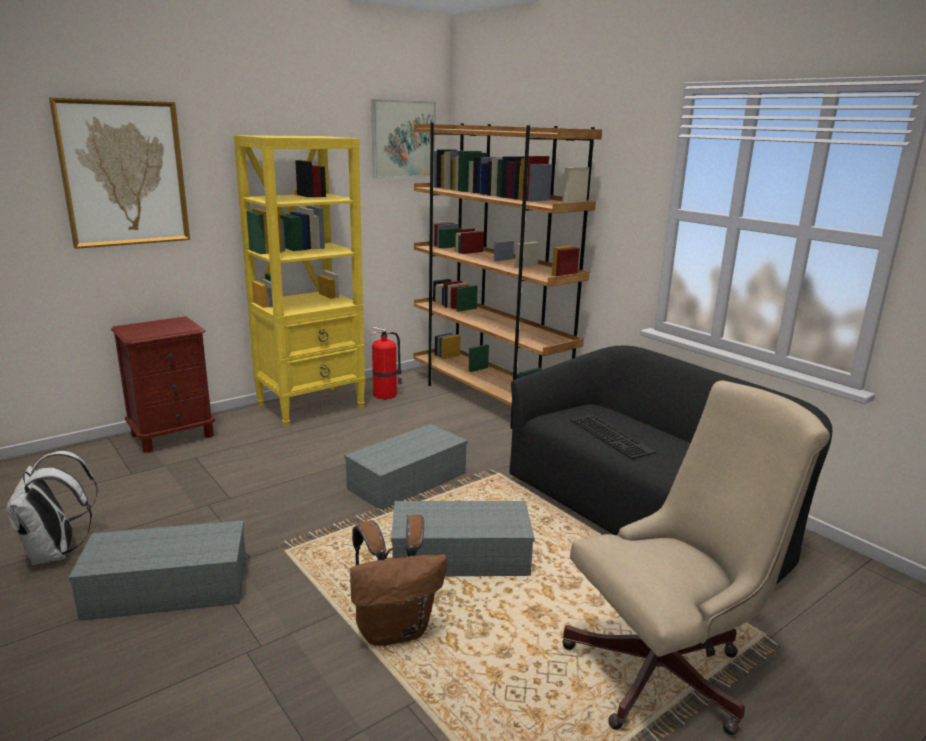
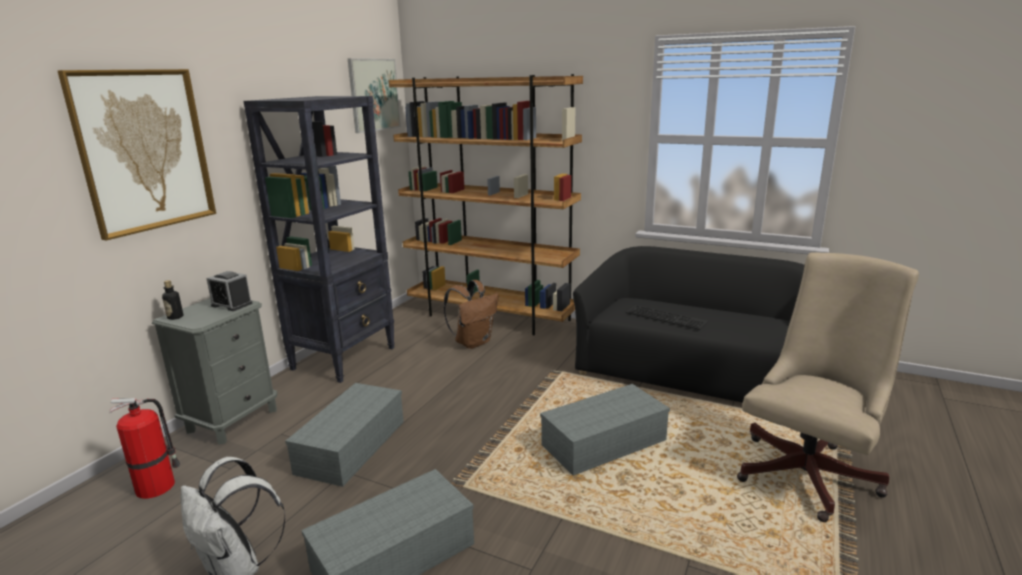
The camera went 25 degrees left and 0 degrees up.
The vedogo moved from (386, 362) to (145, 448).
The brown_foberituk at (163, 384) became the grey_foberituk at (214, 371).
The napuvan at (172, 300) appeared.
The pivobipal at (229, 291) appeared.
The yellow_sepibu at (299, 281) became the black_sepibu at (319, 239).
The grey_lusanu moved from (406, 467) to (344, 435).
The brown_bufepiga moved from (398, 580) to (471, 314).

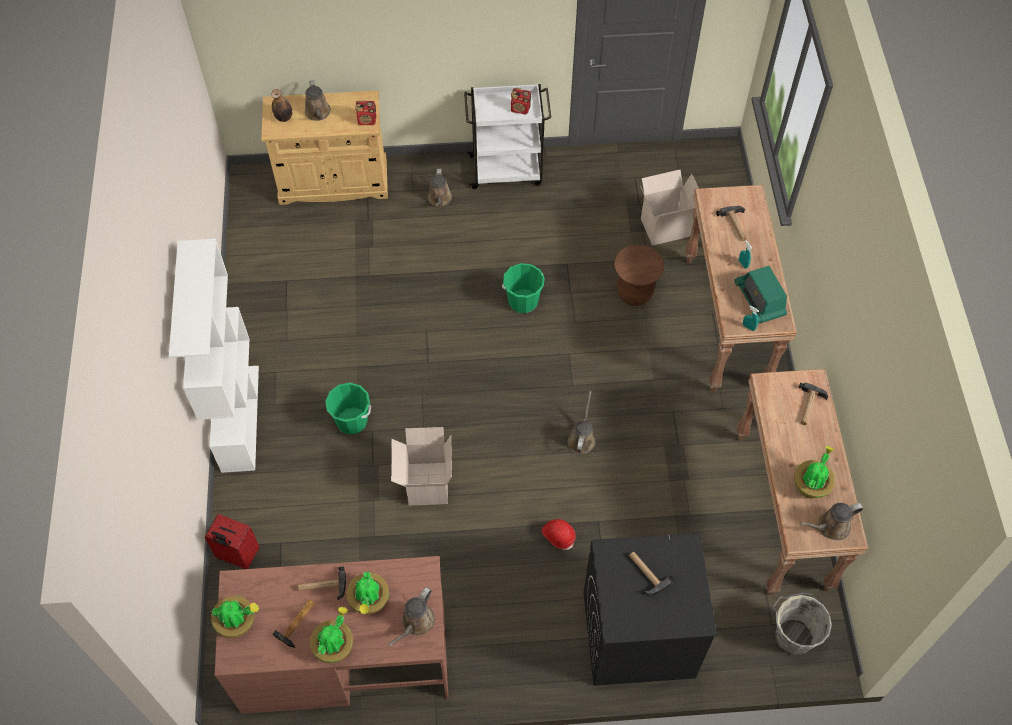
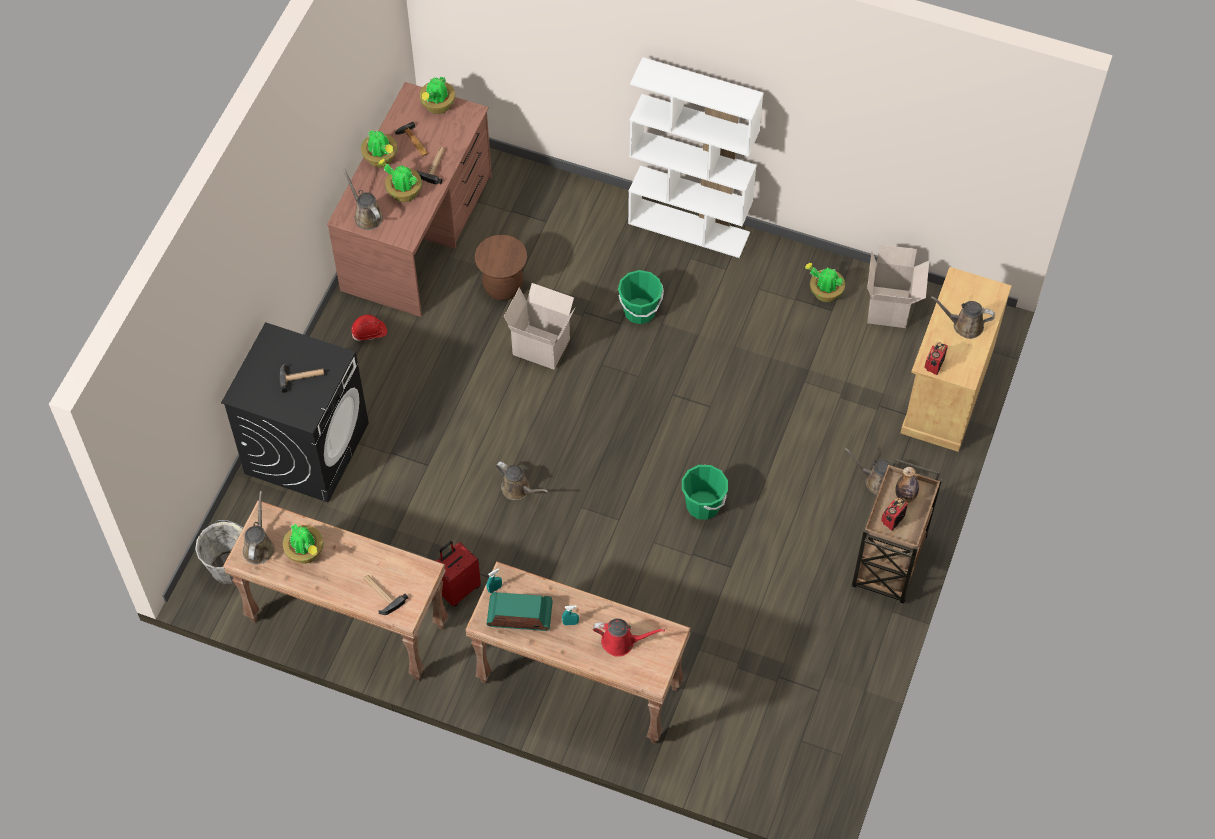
The camera went 115 degrees right and 0 degrees up.
The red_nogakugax moved from (559, 534) to (369, 328).
The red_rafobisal moved from (232, 541) to (458, 573).
The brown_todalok moved from (639, 275) to (501, 267).
The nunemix at (731, 223) was replaced by the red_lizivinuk at (629, 637).
The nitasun at (825, 282) appeared.
The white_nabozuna at (507, 136) became the brown_nabozuna at (897, 531).
The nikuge moved from (669, 207) to (898, 286).
The napuvan moved from (281, 105) to (907, 485).

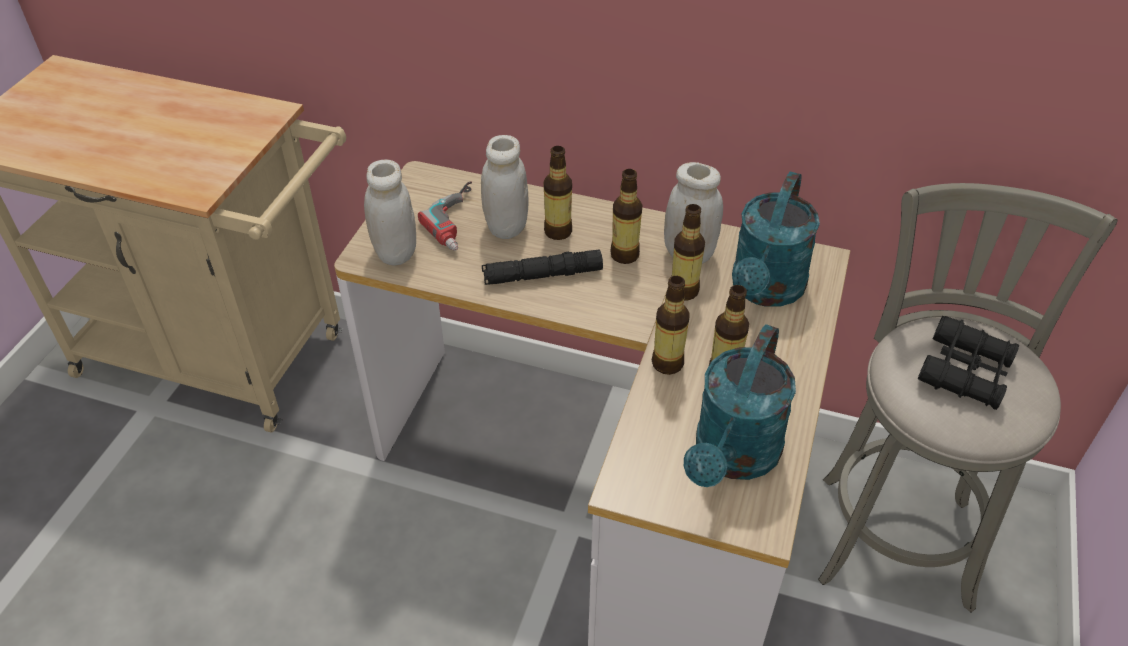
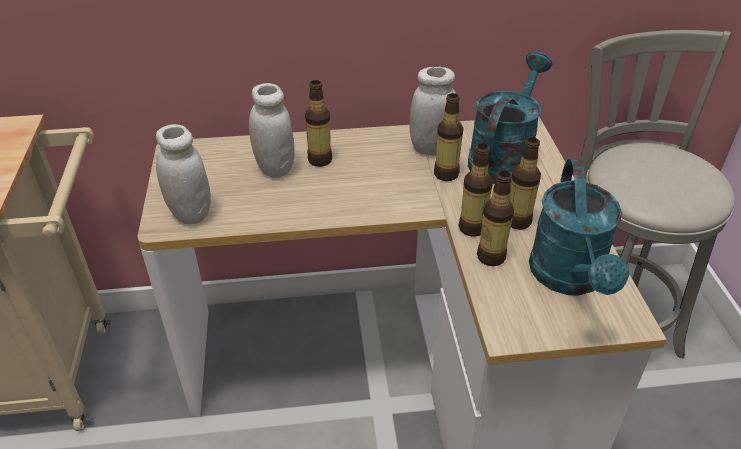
The camera went 25 degrees left and 5 degrees down.
The turquoise_lizivinuk at (776, 239) turned 150 degrees counterclockwise.
The napuvan moved from (626, 216) to (495, 218).
The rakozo at (445, 216) disappeared.
The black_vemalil at (542, 267) disappeared.
The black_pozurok at (968, 363) disappeared.

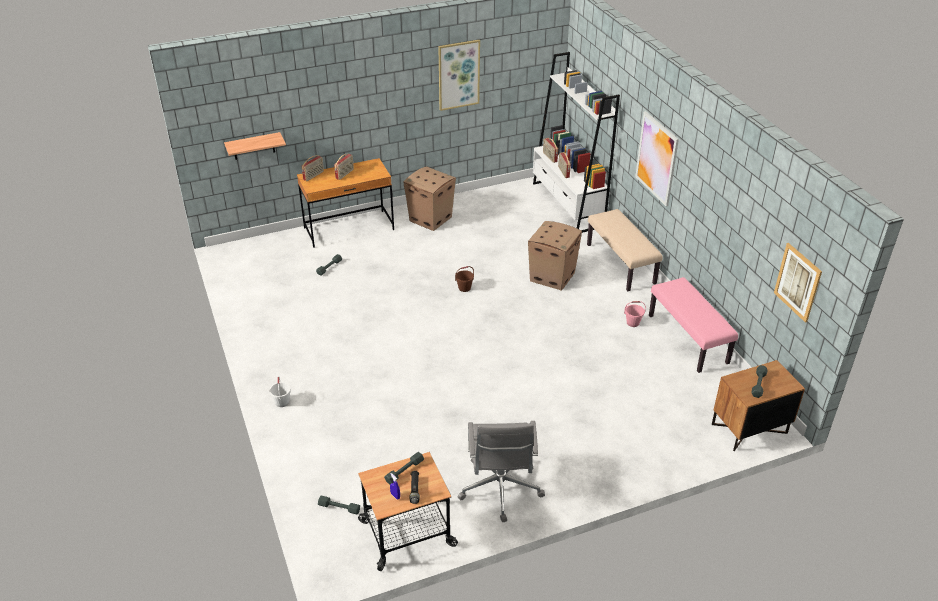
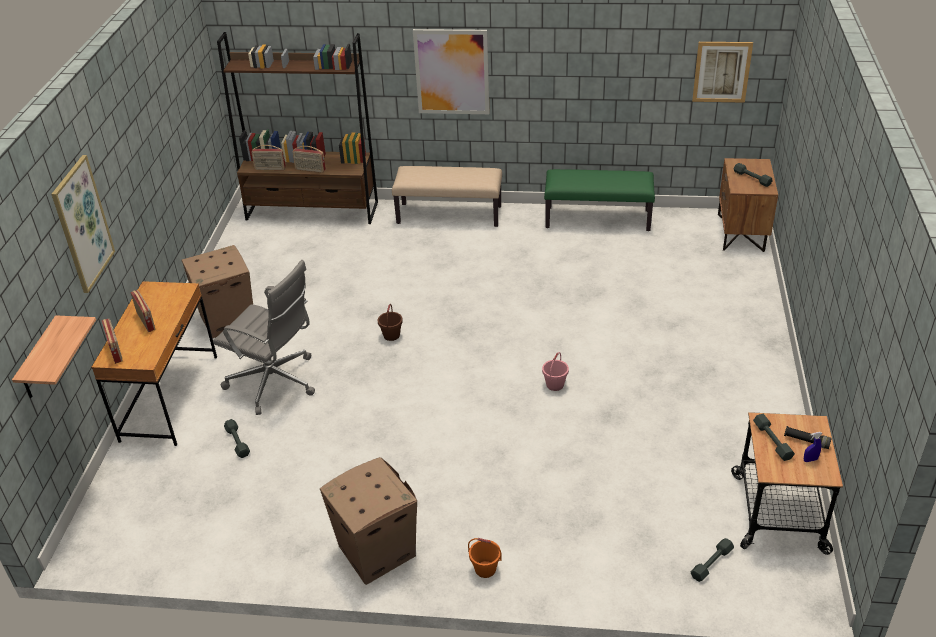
The camera went 60 degrees left and 0 degrees up.
The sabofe moved from (459, 75) to (83, 224).
The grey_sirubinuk moved from (501, 471) to (264, 337).
The white_sepibu at (576, 142) became the brown_sepibu at (297, 128).
The nikuge moved from (555, 256) to (368, 521).
The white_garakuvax at (280, 391) became the orange_garakuvax at (485, 558).
The pink_garakuvax moved from (635, 314) to (555, 371).
The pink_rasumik at (693, 325) became the green_rasumik at (599, 200).

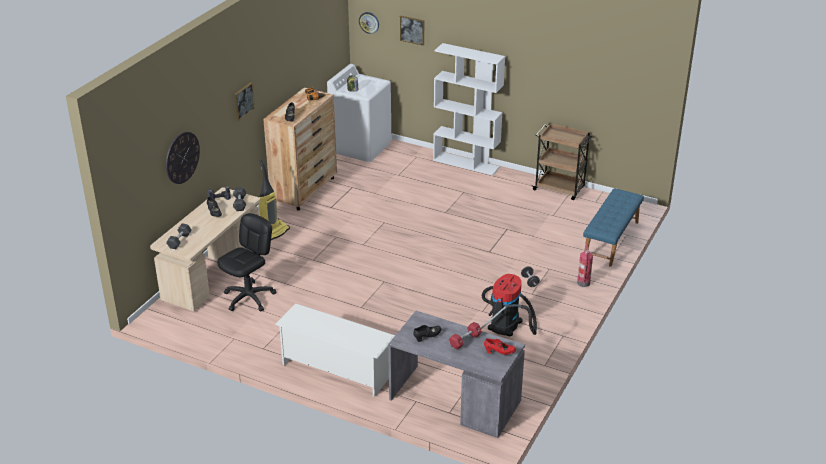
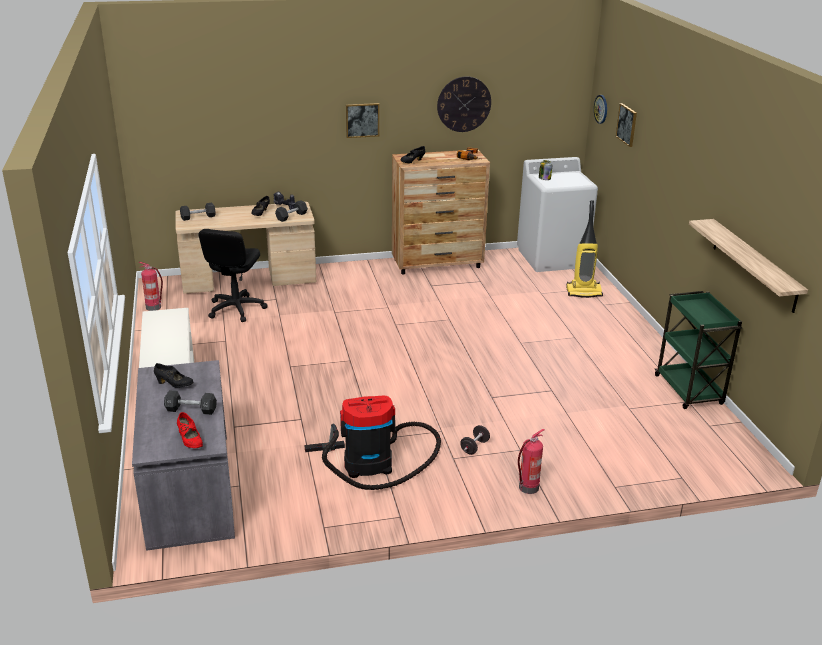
The camera went 50 degrees right and 5 degrees down.
The vedogo at (150, 286) appeared.
The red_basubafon at (465, 335) became the black_basubafon at (190, 402).
The black_sirubinuk at (247, 262) turned 105 degrees clockwise.
The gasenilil moved from (183, 158) to (464, 104).
The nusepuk moved from (274, 199) to (584, 249).
The brown_nabozuna at (562, 161) became the green_nabozuna at (698, 350).
The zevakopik at (748, 266) appeared.
The white_sepibu at (469, 109) disappeared.
The blue_rasumik at (613, 228) disappeared.

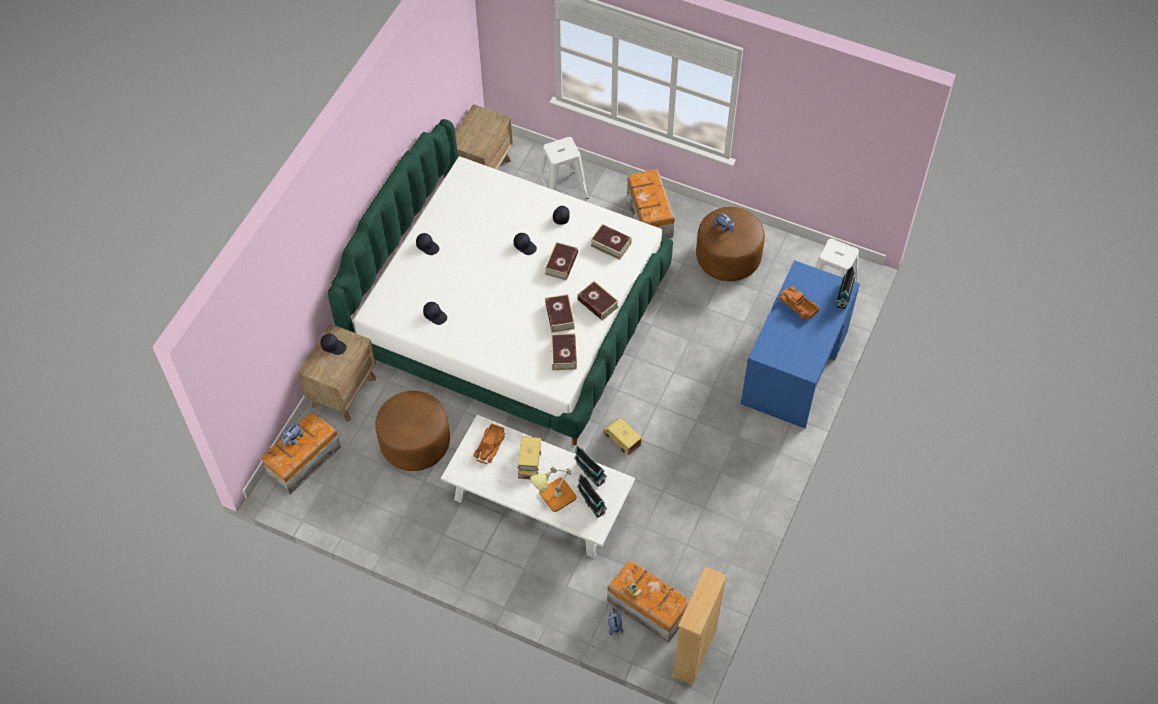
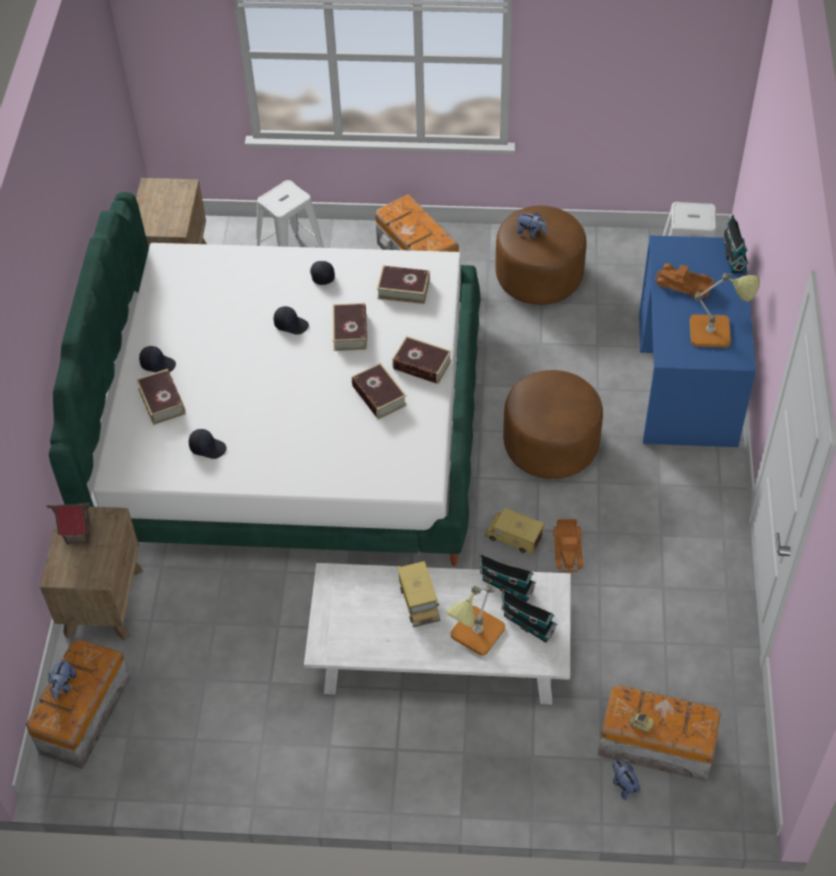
The camera went 20 degrees left and 5 degrees down.
The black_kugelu at (334, 344) was replaced by the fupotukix at (68, 523).
The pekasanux moved from (564, 351) to (161, 397).
The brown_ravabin moved from (412, 431) to (553, 424).
The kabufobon moved from (489, 443) to (568, 546).
The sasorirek at (725, 310) appeared.
The beige_sepibu at (699, 626) disappeared.

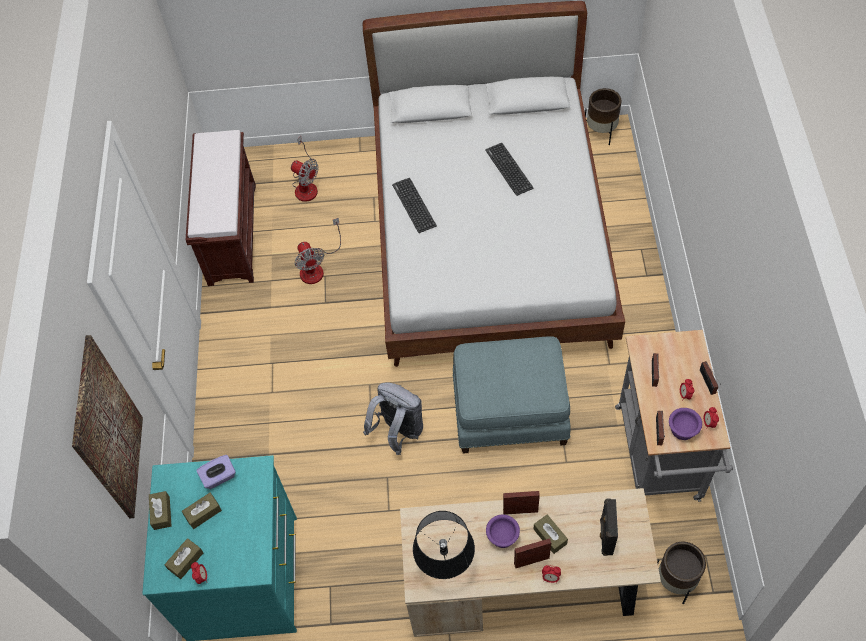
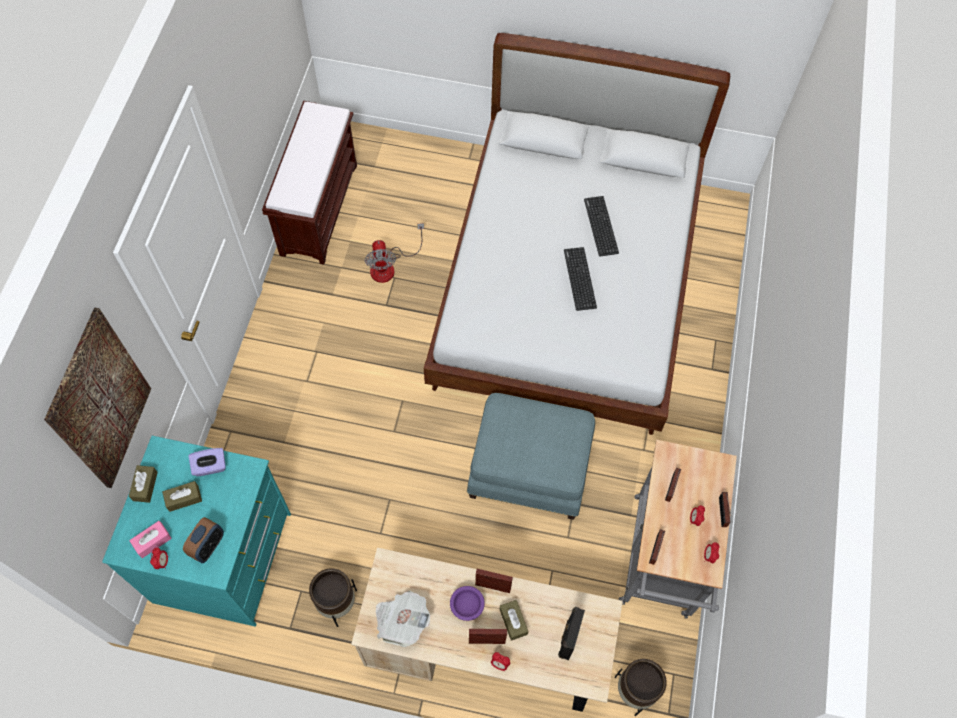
The camera went 10 degrees right and 5 degrees up.
The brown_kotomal at (183, 558) became the pink_kotomal at (150, 539).
The pivobipal at (203, 540) appeared.
The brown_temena moved from (603, 116) to (333, 597).
The black_sasorirek at (444, 545) was replaced by the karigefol at (403, 619).
The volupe moved from (414, 205) to (580, 279).
The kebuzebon at (305, 169) disappeared.
The grey_bufepiga at (393, 418) disappeared.
The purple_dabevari at (685, 424) disappeared.

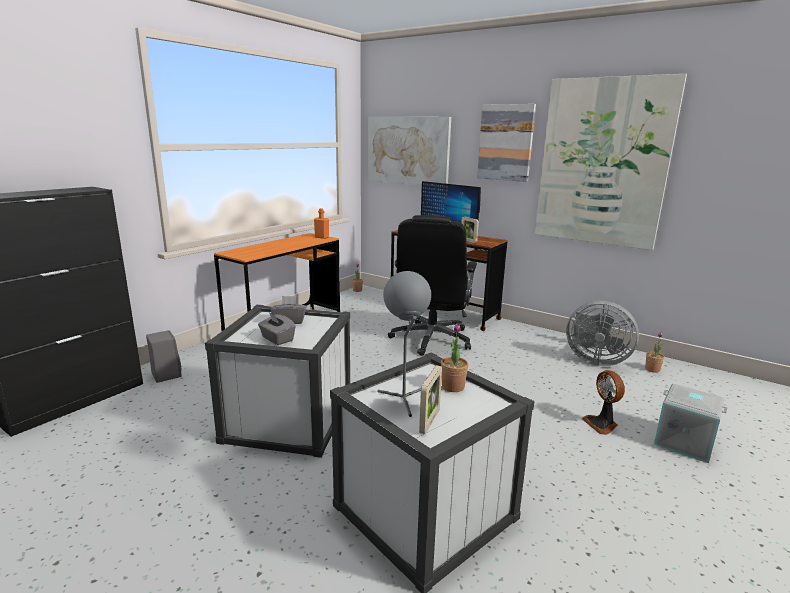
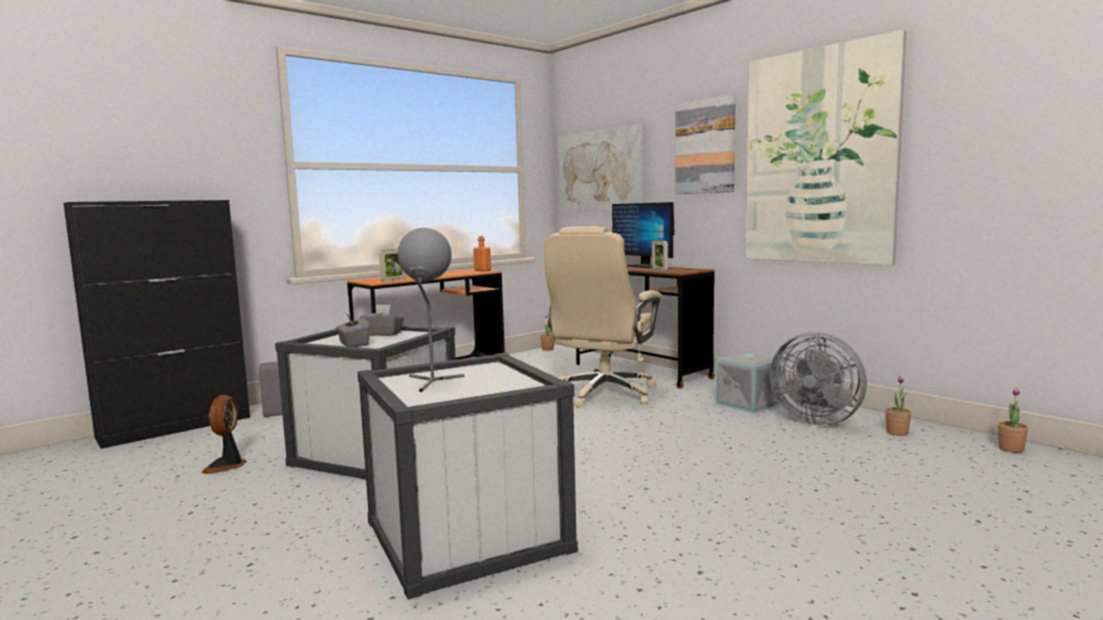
The camera went 15 degrees right and 10 degrees down.
The kebuzebon moved from (603, 402) to (224, 434).
The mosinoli moved from (430, 399) to (393, 265).
The black_sirubinuk at (432, 285) became the beige_sirubinuk at (603, 317).
The grey_lusanu moved from (690, 423) to (749, 382).
The nitasun moved from (455, 358) to (1013, 420).

